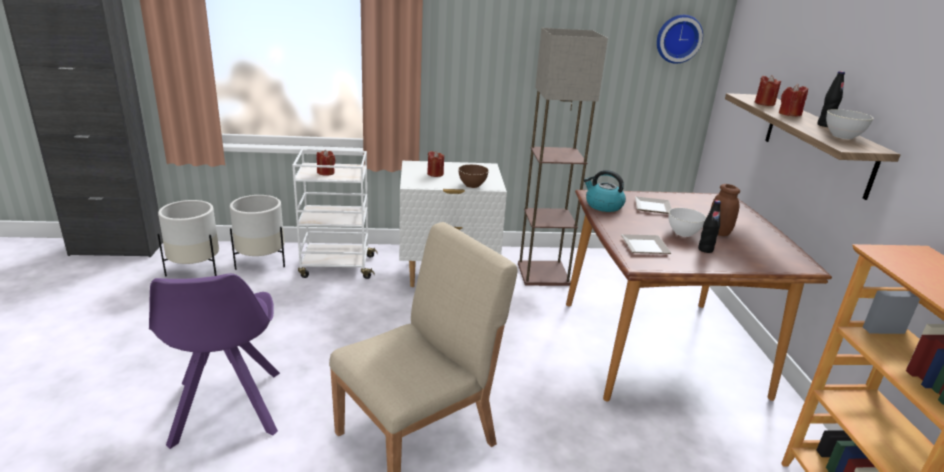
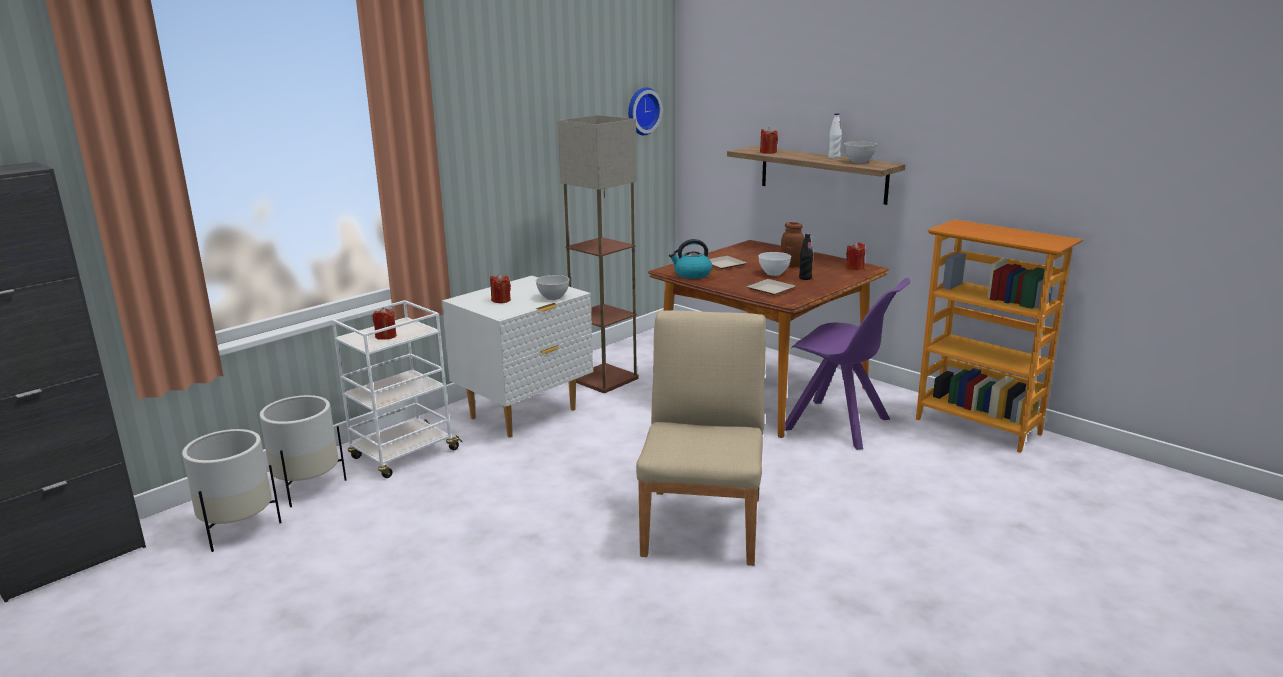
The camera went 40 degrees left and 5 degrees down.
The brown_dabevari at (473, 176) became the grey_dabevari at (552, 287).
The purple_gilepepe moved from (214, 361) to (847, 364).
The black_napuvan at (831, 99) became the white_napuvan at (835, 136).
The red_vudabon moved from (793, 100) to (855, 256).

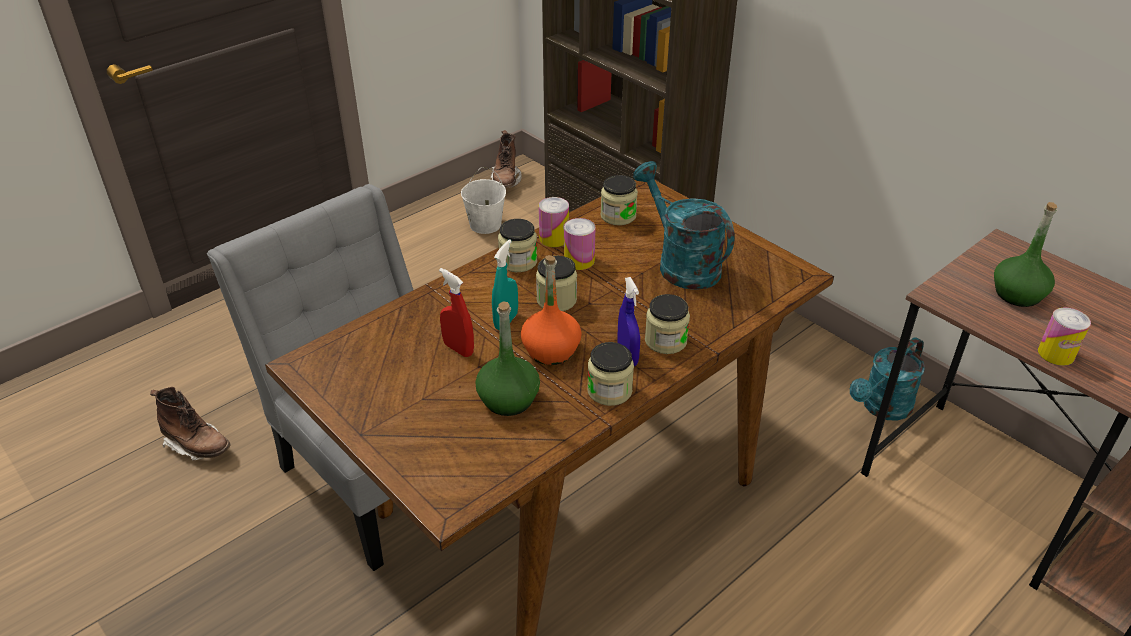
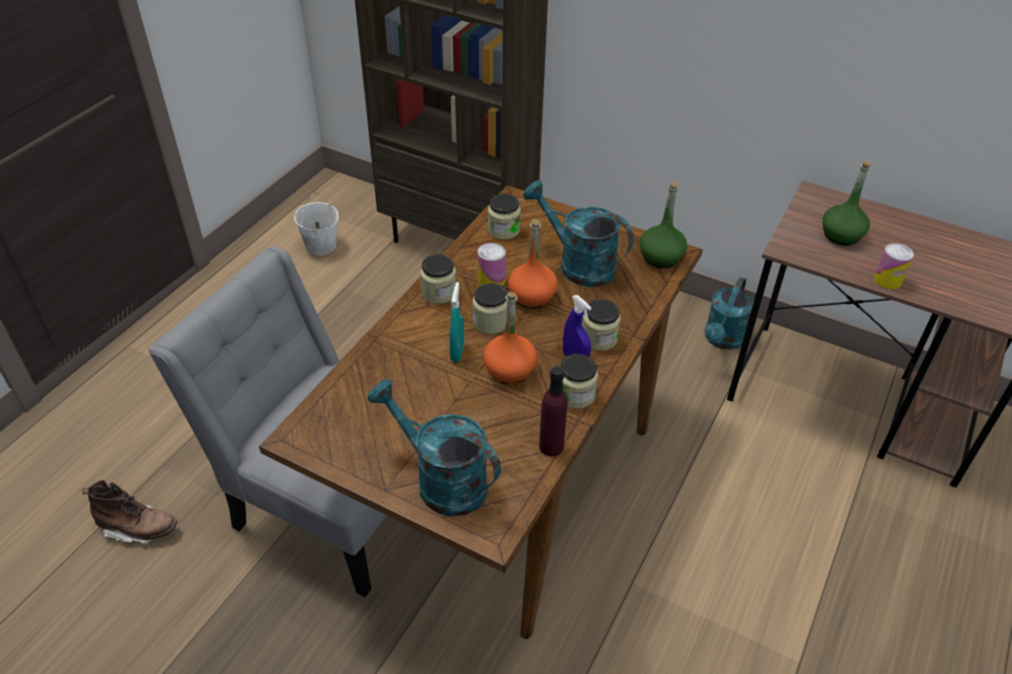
The camera went 20 degrees left and 5 degrees up.
The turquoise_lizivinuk at (434, 448) appeared.
The orange_napuvan at (533, 264) appeared.
The purple_napuvan at (553, 411) appeared.
The green_napuvan moved from (507, 359) to (663, 224).
The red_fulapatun at (456, 312) disappeared.
The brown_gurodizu at (506, 159) disappeared.
The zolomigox at (554, 222) disappeared.

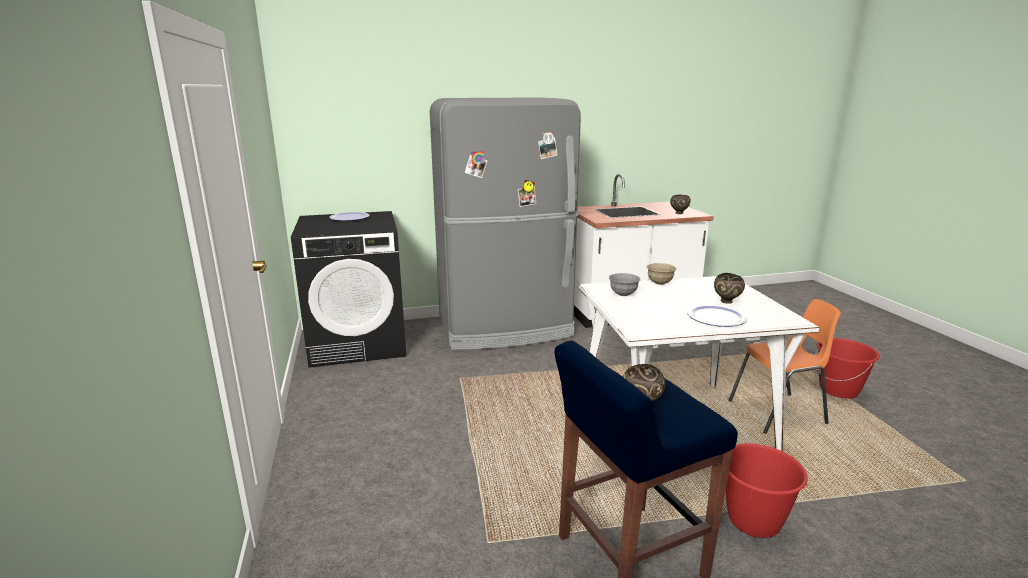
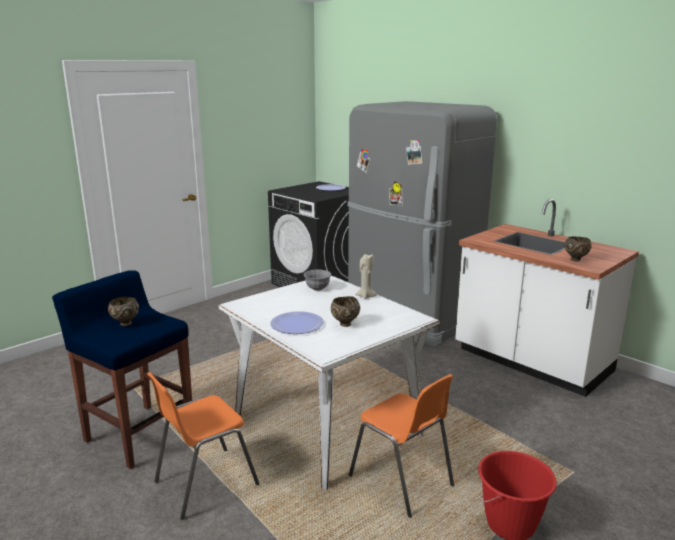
The camera went 60 degrees right and 0 degrees up.
The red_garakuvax at (767, 490) was replaced by the orange_gilepepe at (203, 446).
The beige_dabevari at (661, 274) was replaced by the beige_vudabon at (366, 276).

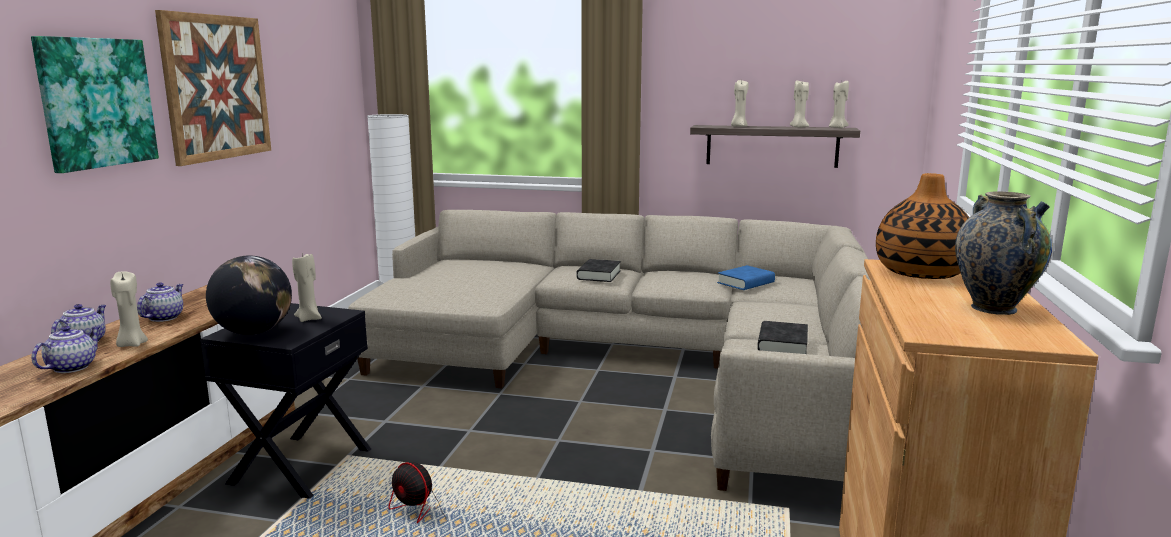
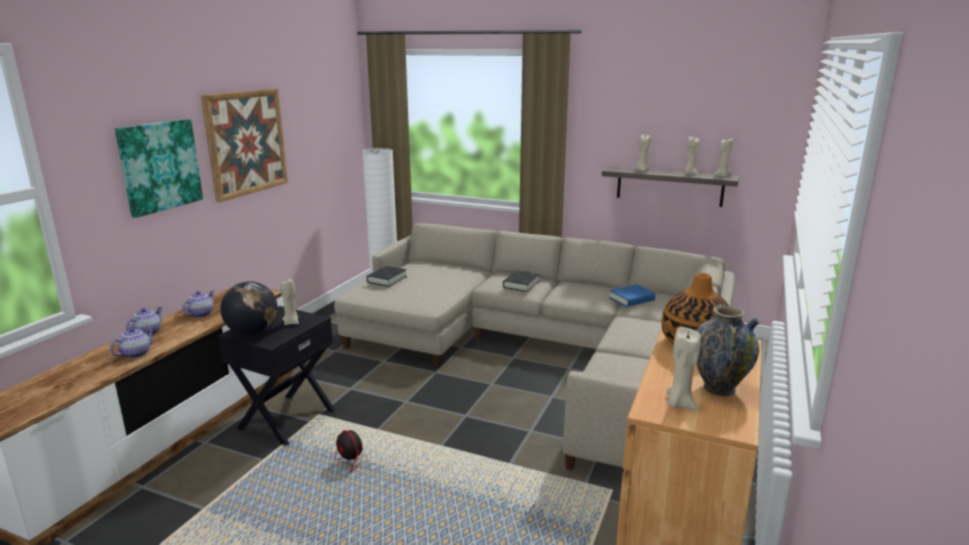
The camera went 10 degrees right and 5 degrees up.
The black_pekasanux moved from (782, 337) to (387, 276).
The beige_vudabon moved from (129, 309) to (683, 368).

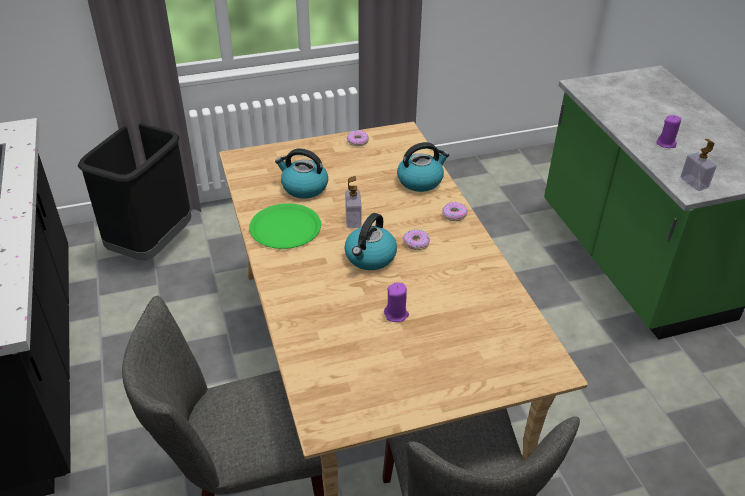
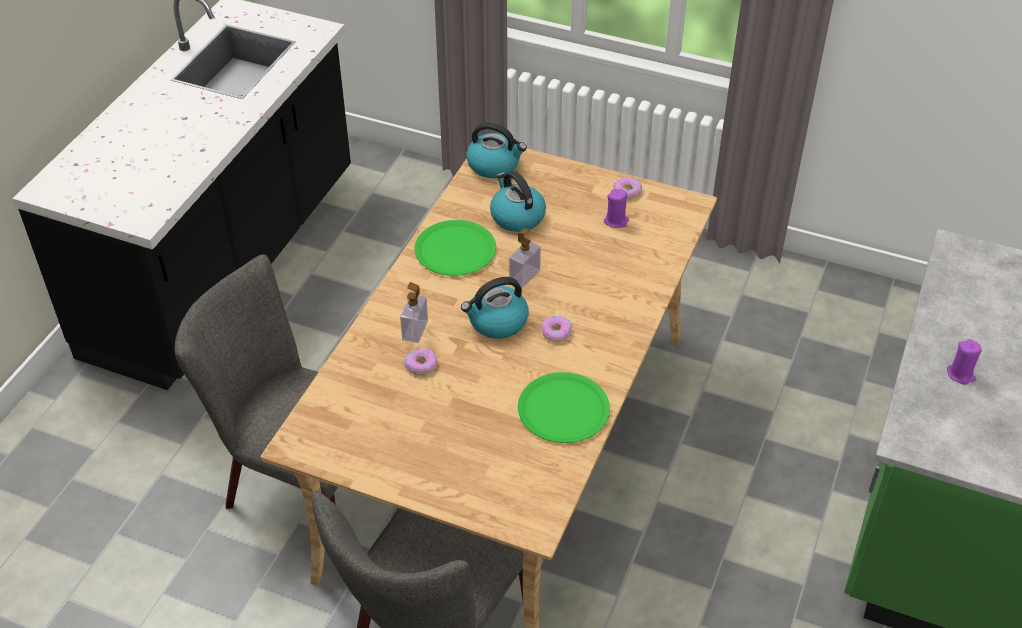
The camera went 40 degrees right and 5 degrees up.
The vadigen moved from (698, 165) to (414, 312).
The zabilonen moved from (455, 211) to (420, 361).
The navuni moved from (423, 167) to (496, 150).
The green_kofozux at (564, 407) appeared.
The purple_vudabon moved from (396, 302) to (616, 208).
The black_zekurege at (135, 191) disappeared.

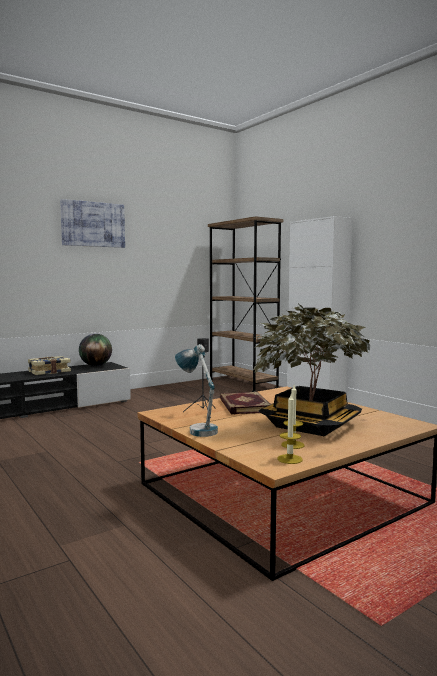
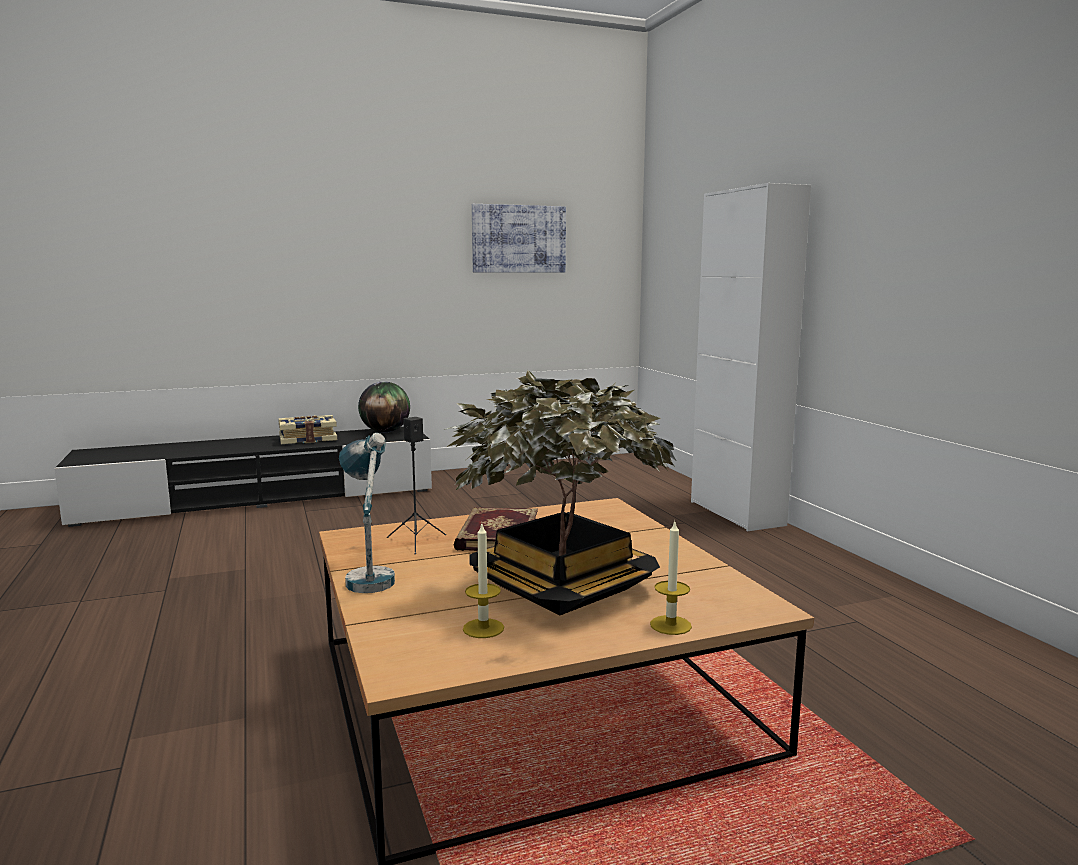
The camera went 15 degrees right and 5 degrees up.
The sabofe moved from (92, 223) to (519, 238).
The vudabon moved from (289, 429) to (671, 578).
The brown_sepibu at (245, 304) disappeared.

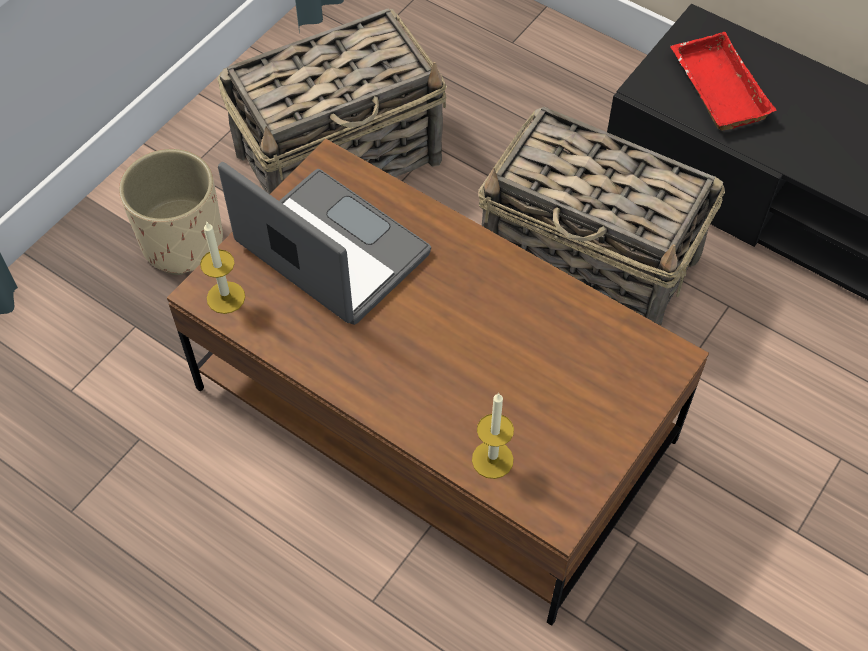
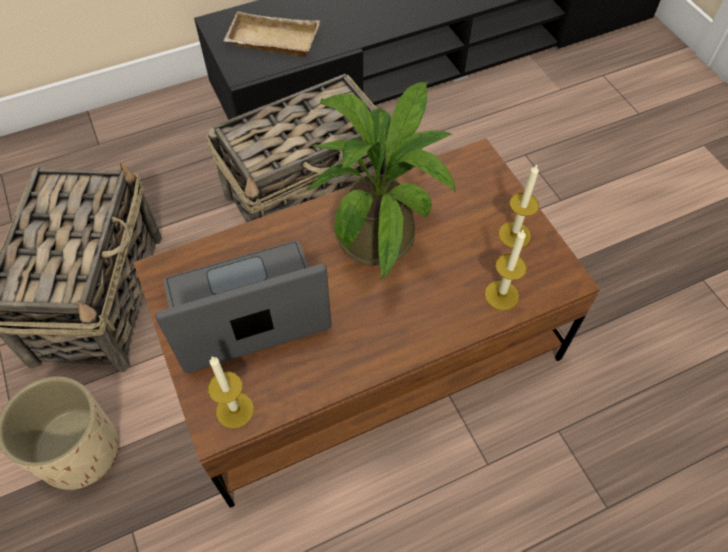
The camera went 60 degrees left and 0 degrees up.
The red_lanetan at (723, 81) became the beige_lanetan at (271, 34).
The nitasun at (381, 181) appeared.
The vudabon at (518, 206) appeared.

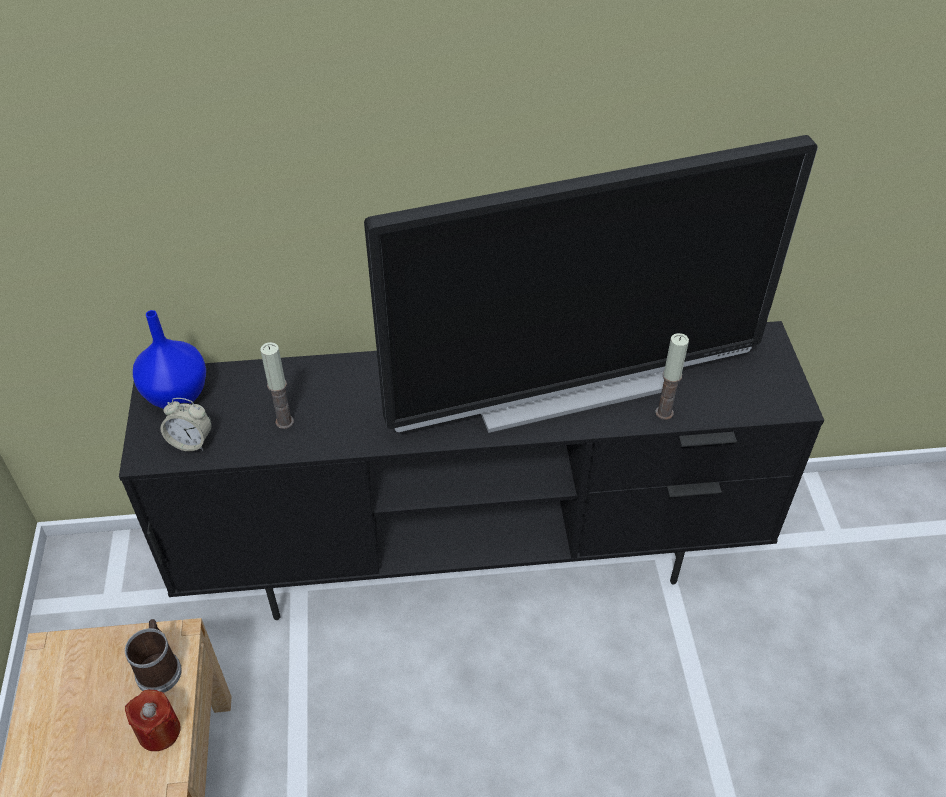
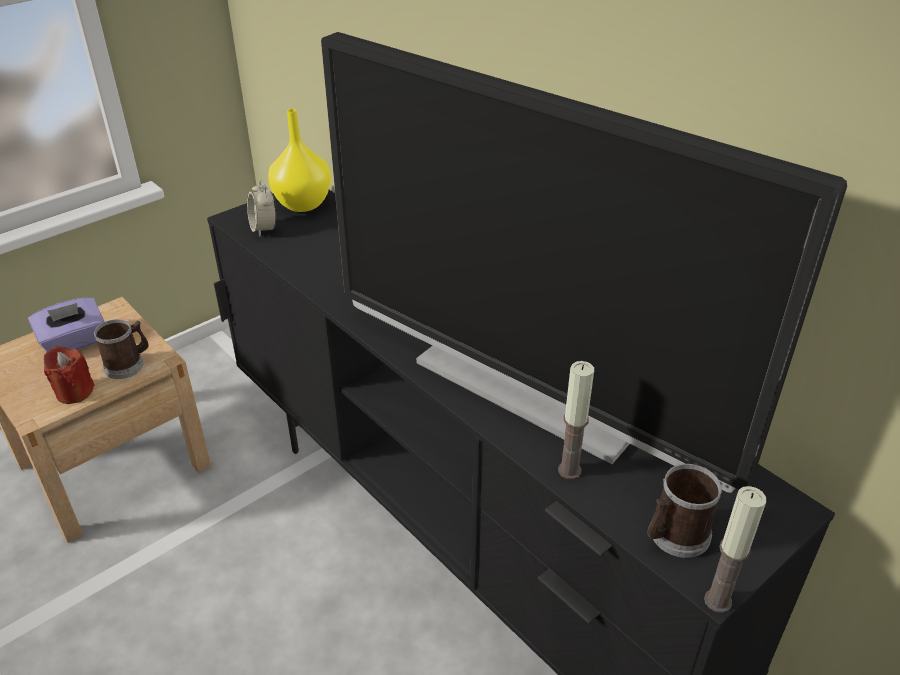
The camera went 55 degrees right and 10 degrees down.
The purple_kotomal at (66, 324) appeared.
The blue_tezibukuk at (169, 359) became the yellow_tezibukuk at (299, 160).
The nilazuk at (684, 511) appeared.
The vudabon moved from (277, 385) to (735, 549).

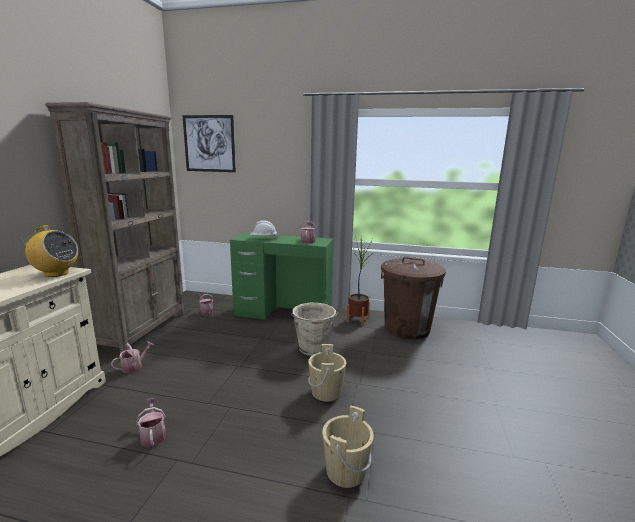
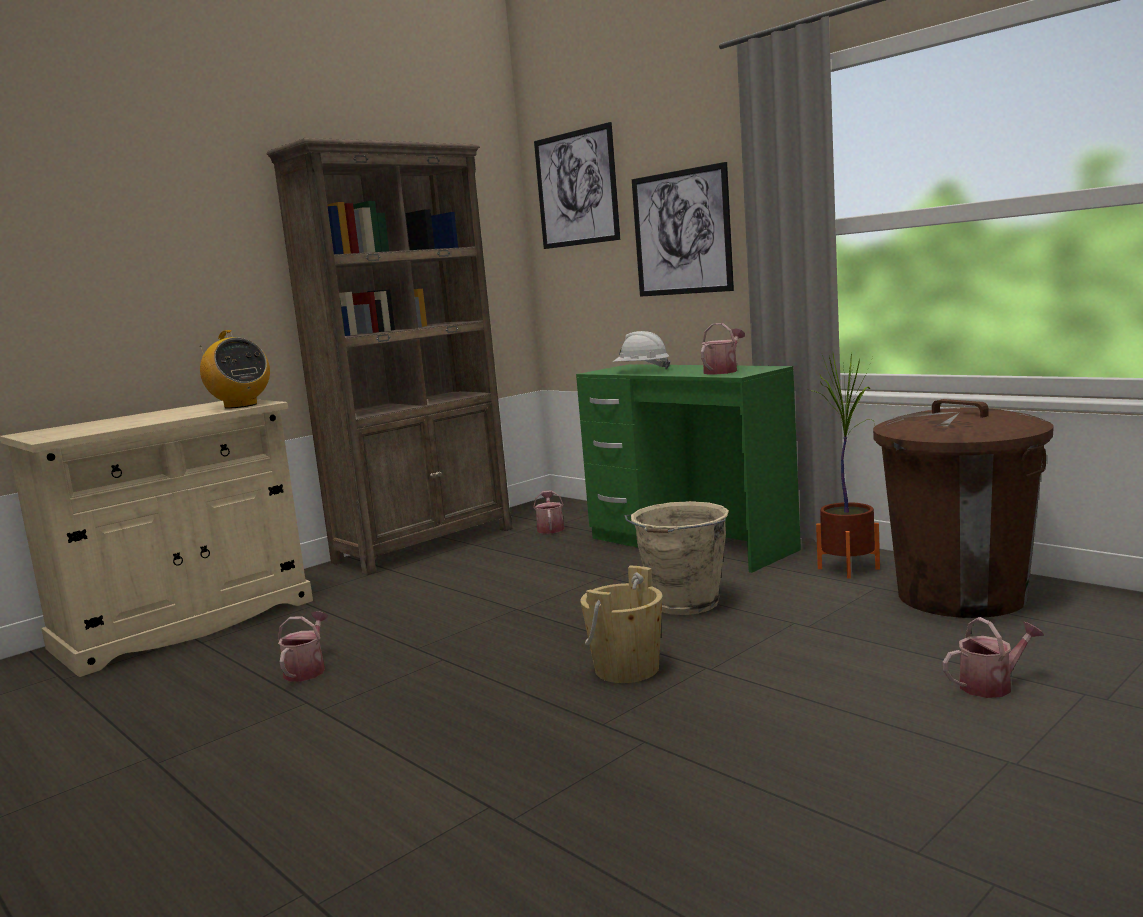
The camera went 35 degrees right and 5 degrees down.
The sabofe at (683, 229) appeared.
The lizivinuk moved from (132, 357) to (993, 657).
The beige_garakuvax at (348, 446) disappeared.

